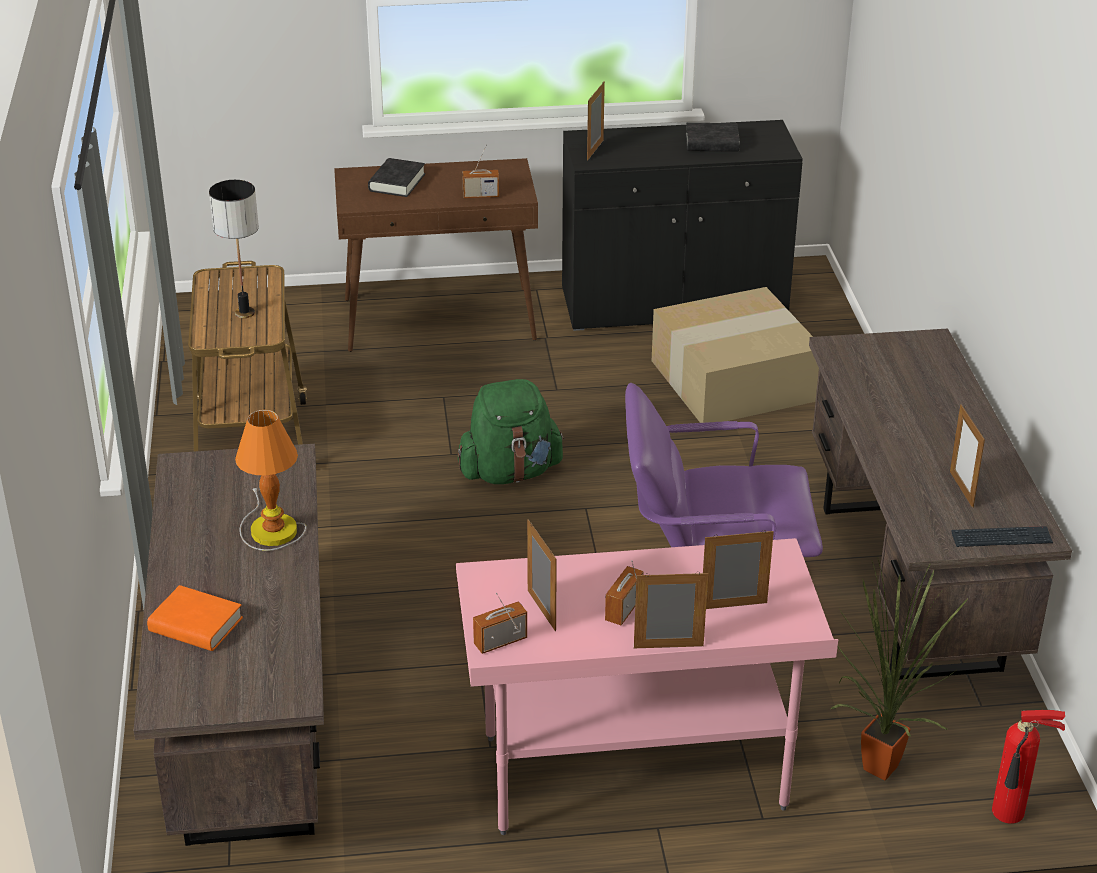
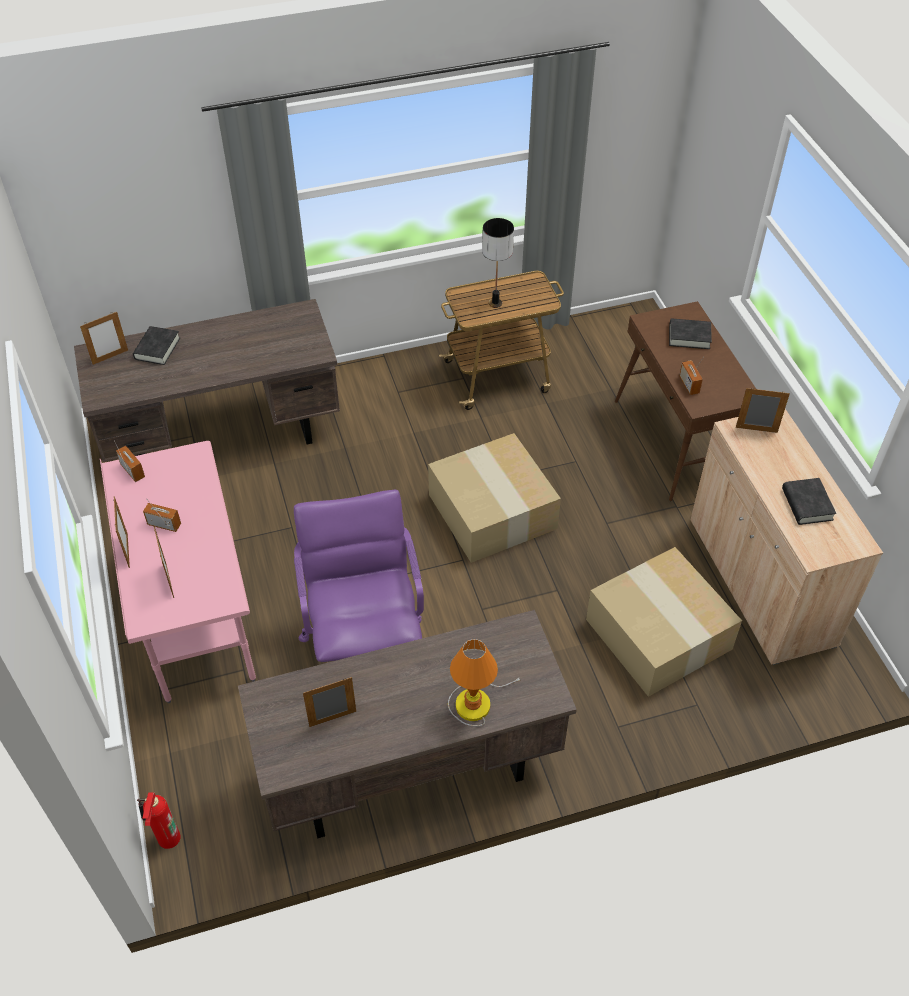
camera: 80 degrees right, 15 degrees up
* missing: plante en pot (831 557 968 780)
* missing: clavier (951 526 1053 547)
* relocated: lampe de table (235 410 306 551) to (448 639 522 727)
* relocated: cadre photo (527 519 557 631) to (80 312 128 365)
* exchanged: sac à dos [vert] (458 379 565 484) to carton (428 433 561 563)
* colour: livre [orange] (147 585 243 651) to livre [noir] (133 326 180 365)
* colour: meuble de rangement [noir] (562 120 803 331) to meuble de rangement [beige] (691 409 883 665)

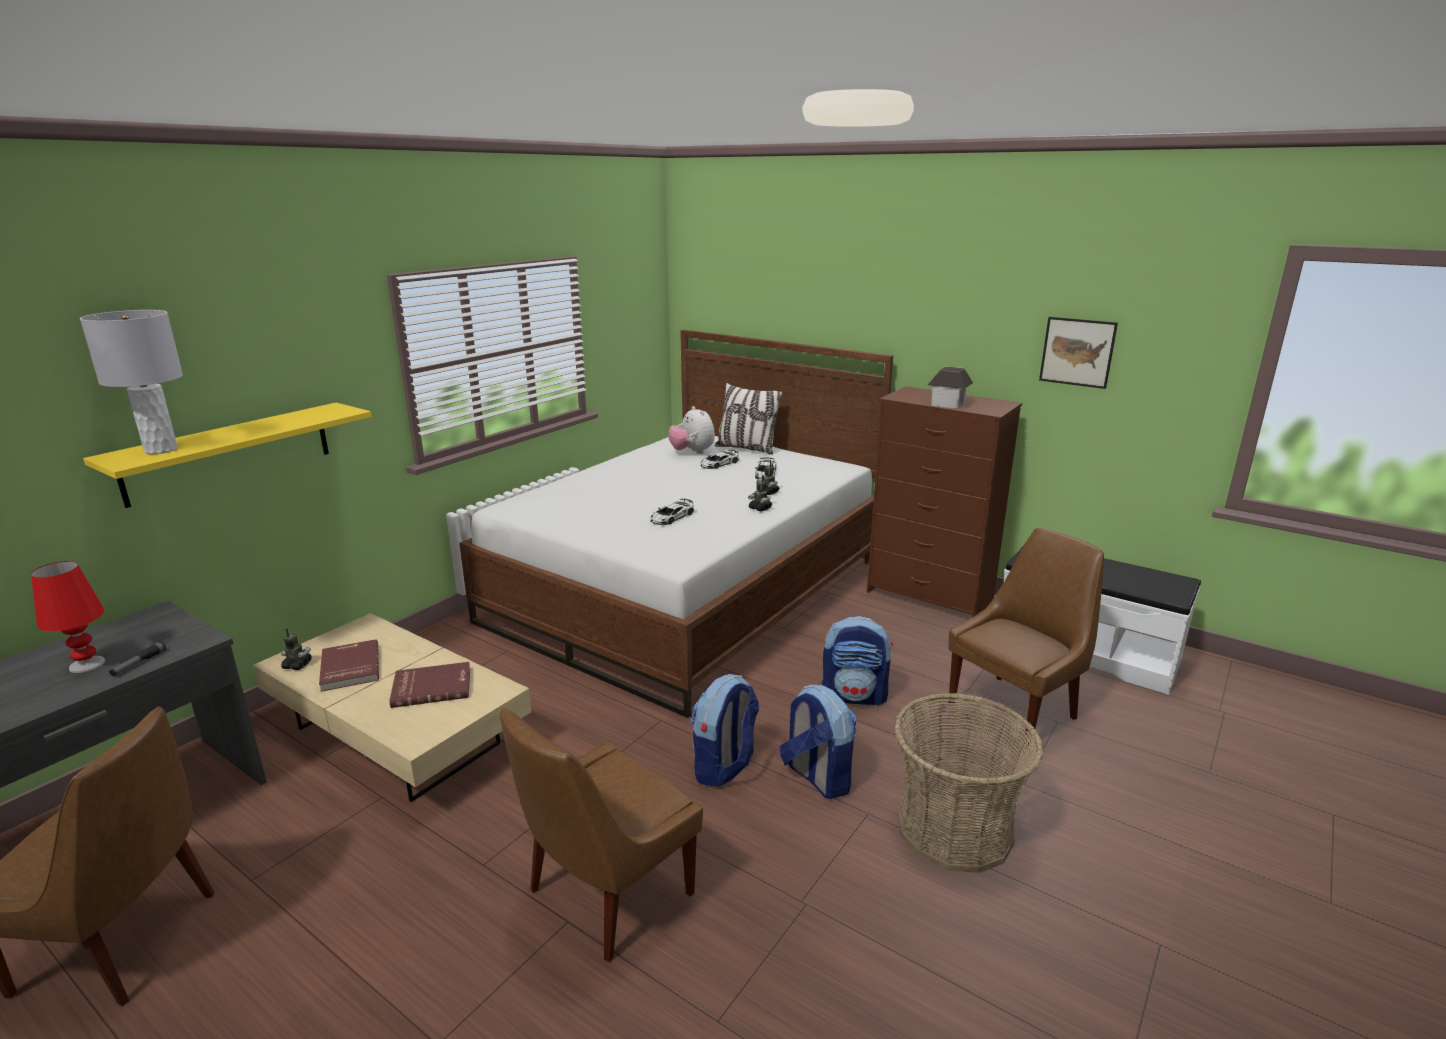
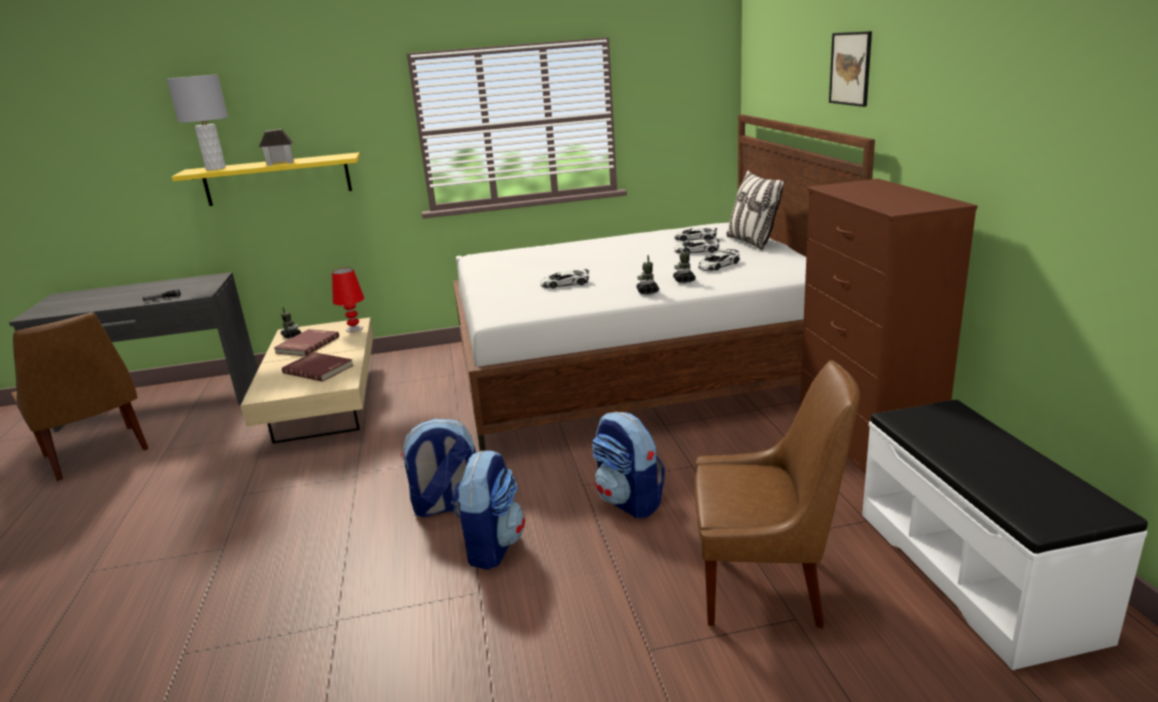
camera: 45 degrees right, 0 degrees up
* missing: chaise [marron] (500 708 703 962)
* missing: panier (894 693 1044 873)
* relocated: lampe de table [rouge] (31 561 105 673) to (332 268 364 332)
* relocated: maison miniature (928 367 973 409) to (259 129 294 166)
* relocated: tableau (1039 317 1118 389) to (829 31 872 107)
* exchanged: peluche (668 406 715 454) to petite voiture (674 228 717 241)

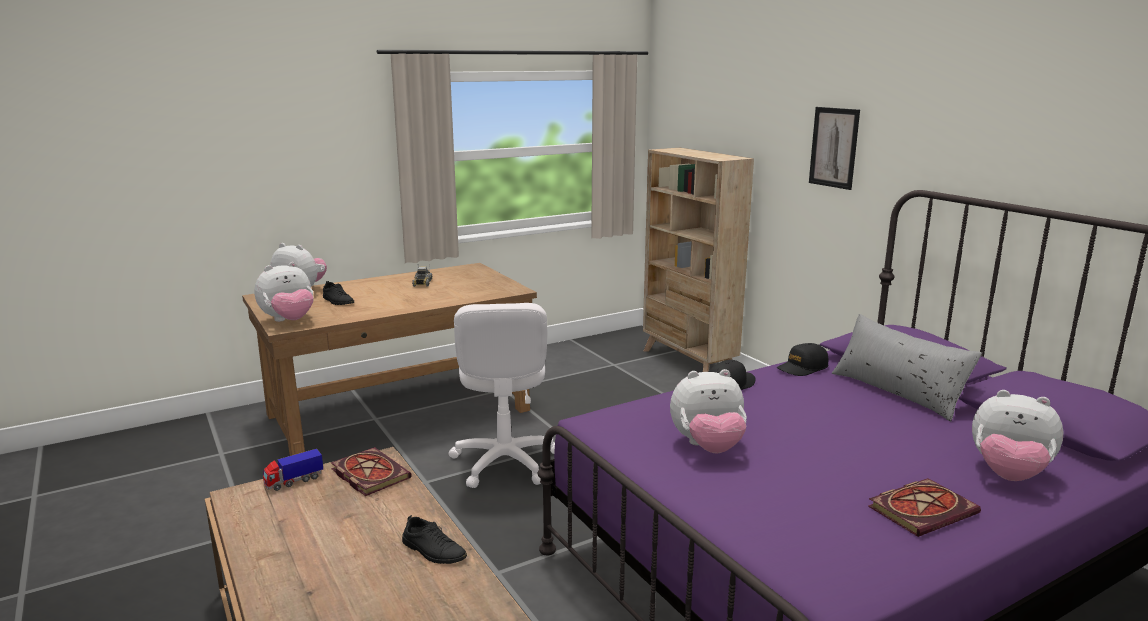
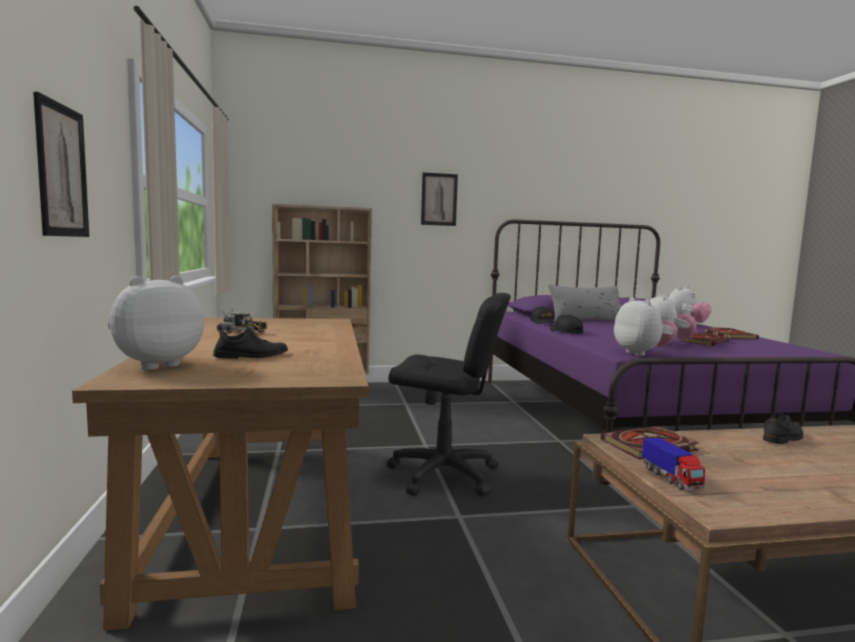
camera: 70 degrees left, 10 degrees down
* appeared: tableau (33 91 89 237)
* appeared: livre (680 333 730 346)
* relocated: peluche (254 262 314 322) to (614 297 677 356)
* colour: chaise de bureau [blanc] (448 303 555 488) to chaise de bureau [noir] (387 293 511 496)

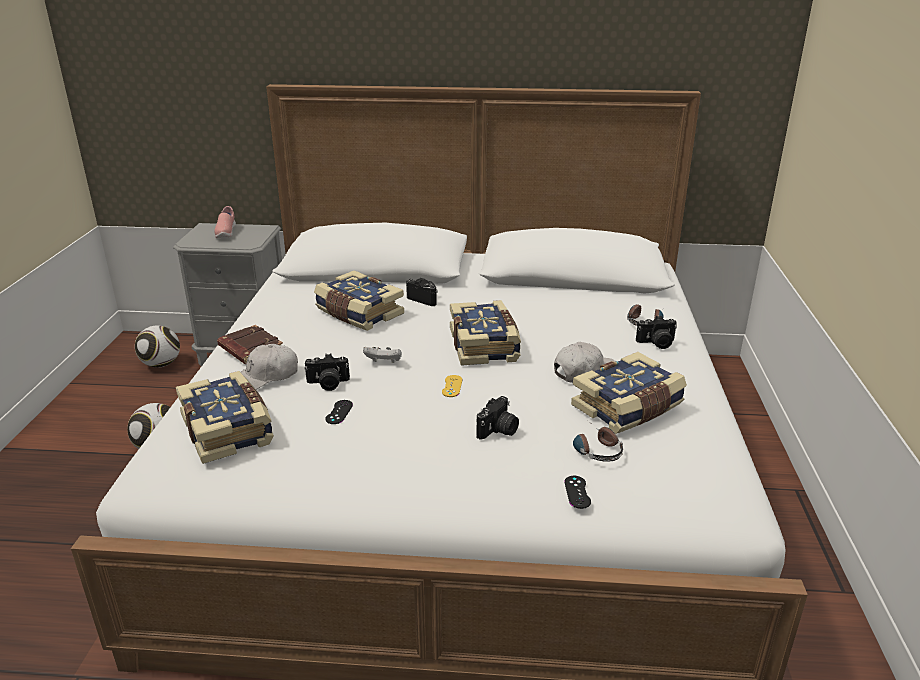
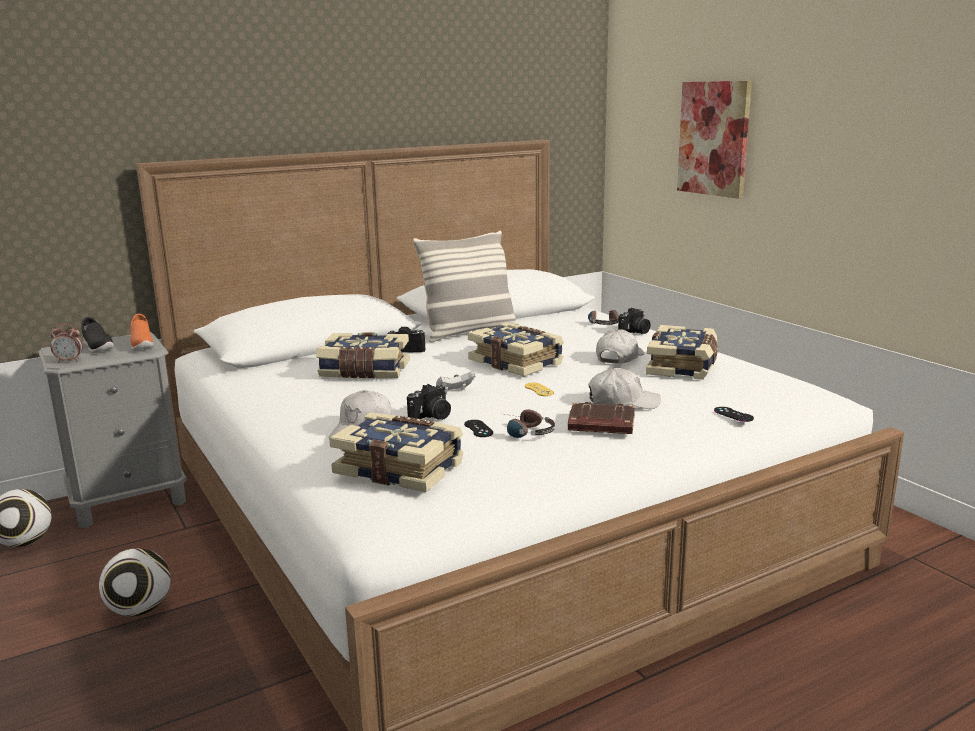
camera: 35 degrees left, 10 degrees down
* appeared: réveil (50 324 83 362)
* appeared: chaussure [orange] (130 314 154 351)
* appeared: coussin (413 230 519 342)
* appeared: tableau (677 81 752 199)
* relocated: livre [marron] (217 325 283 364) to (568 402 635 434)
* relocated: casque audio (573 421 623 462) to (505 409 555 438)
* exchanged: appareil photo (476 396 519 440) to casquette [blanc] (588 368 661 409)
* colour: chaussure [rose] (214 206 236 238) to chaussure [noir] (81 317 114 353)

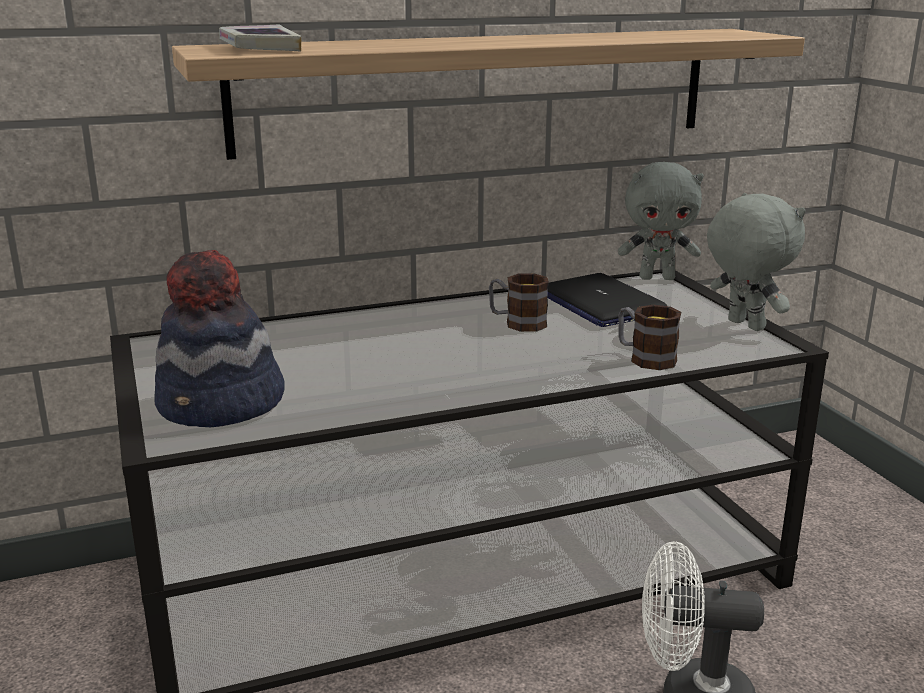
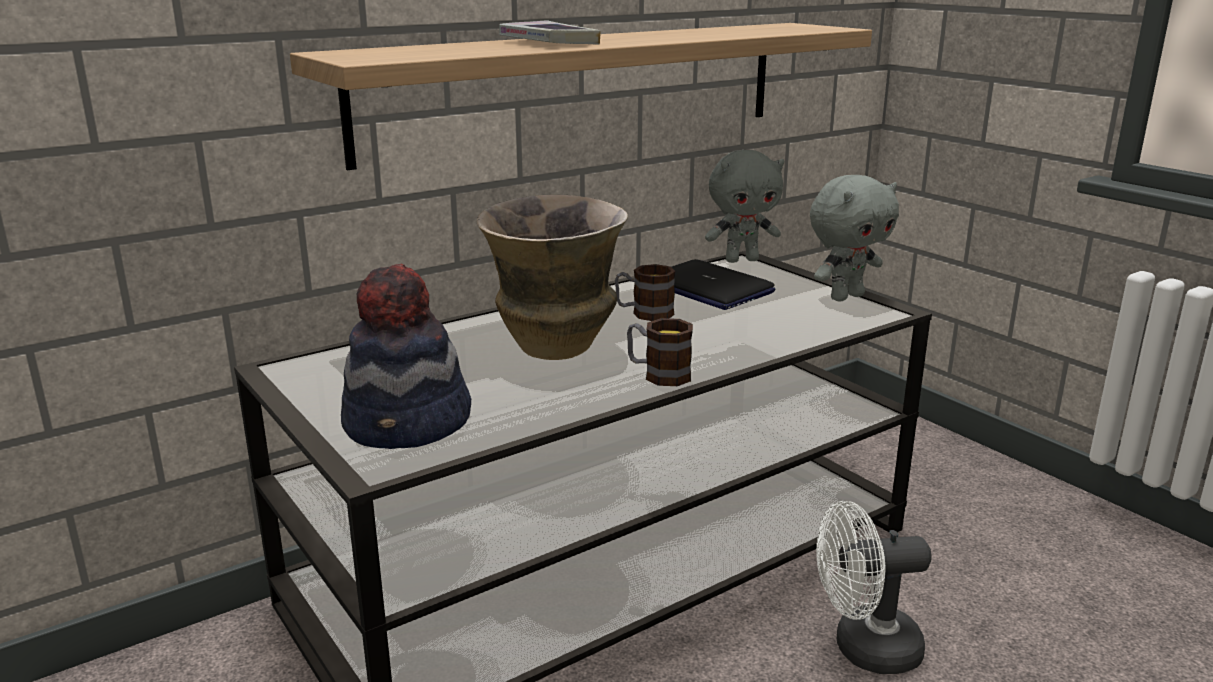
camera: 15 degrees left, 0 degrees up
* appeared: vase (477 195 628 360)
* relocated: livre (219 25 302 51) to (499 20 601 45)
* relocated: mug (618 305 681 370) to (627 318 693 386)
* spun: peluche [gris] (707 193 806 331) = (810 175 899 302) 105 degrees clockwise

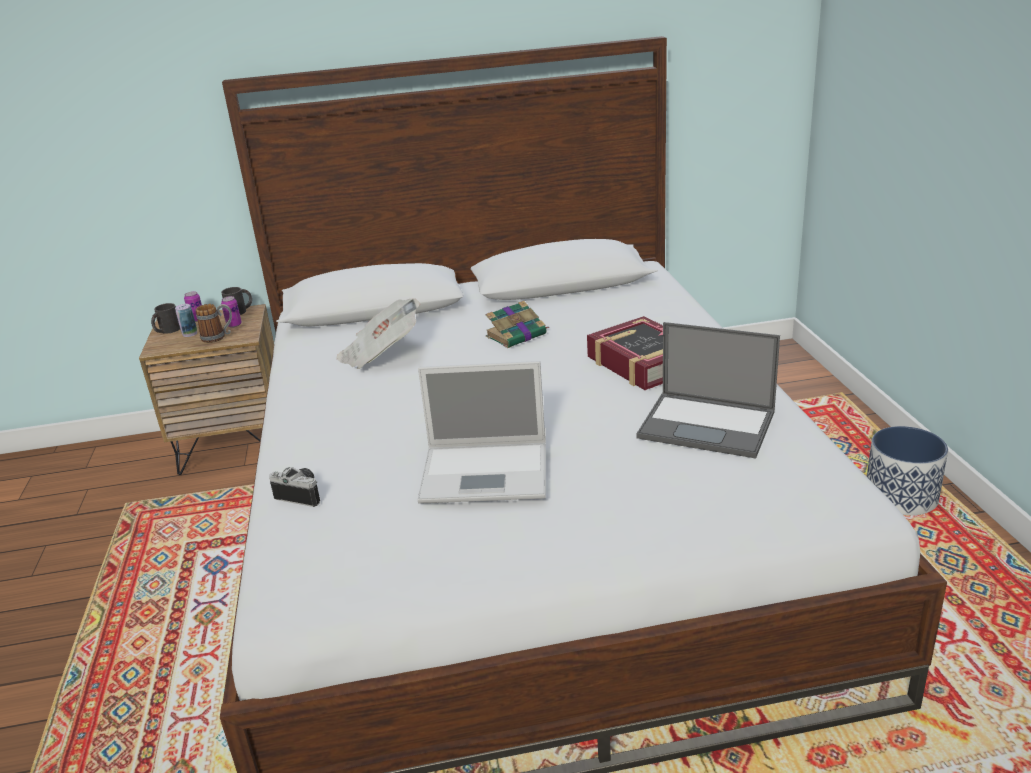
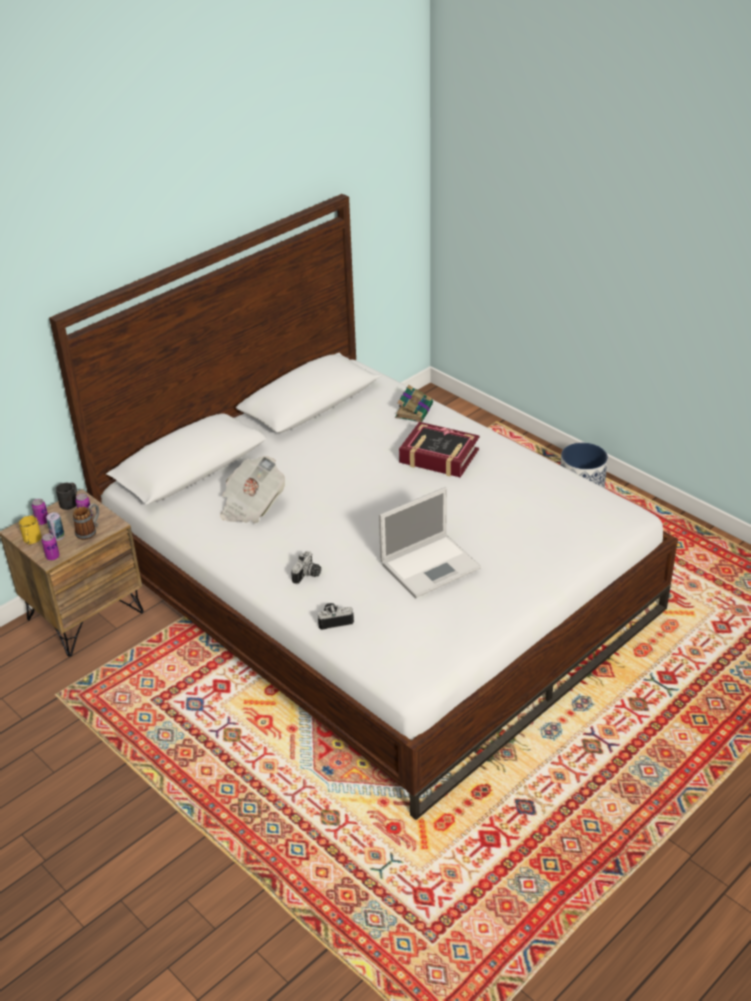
camera: 35 degrees left, 10 degrees up
* missing: ordinateur portable (637 322 780 459)
* appeared: boîte métallique (42 533 60 560)
* appeared: appareil photo (291 551 321 584)
* relocated: livre (486 301 549 348) to (395 385 433 422)
* colour: mug [noir] (151 303 180 334) to mug [jaune] (19 516 41 545)

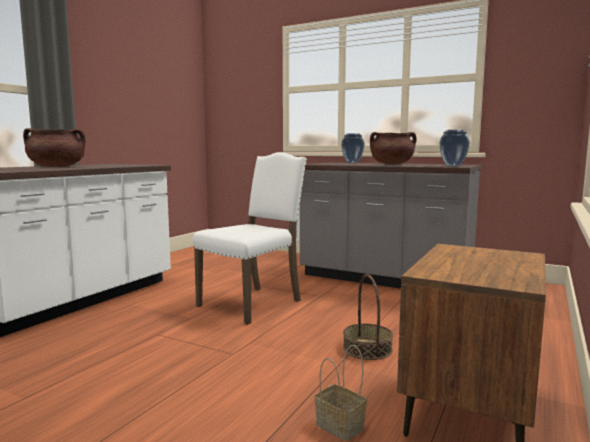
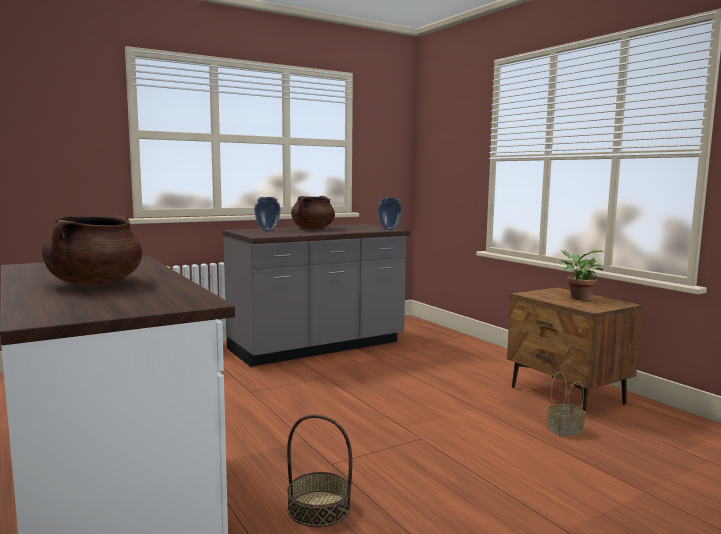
camera: 60 degrees left, 0 degrees up
* missing: chaise [blanc] (193 152 307 325)
* appeared: plante en pot (561 249 604 300)
* relocated: panier (343 274 393 360) to (287 414 352 527)

